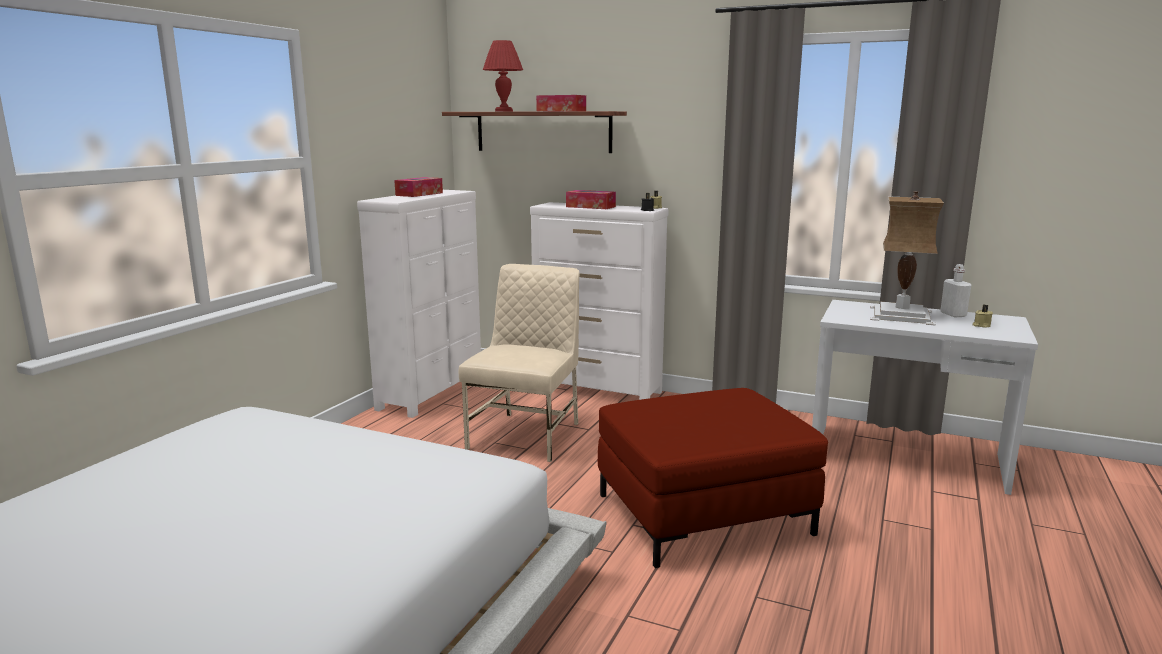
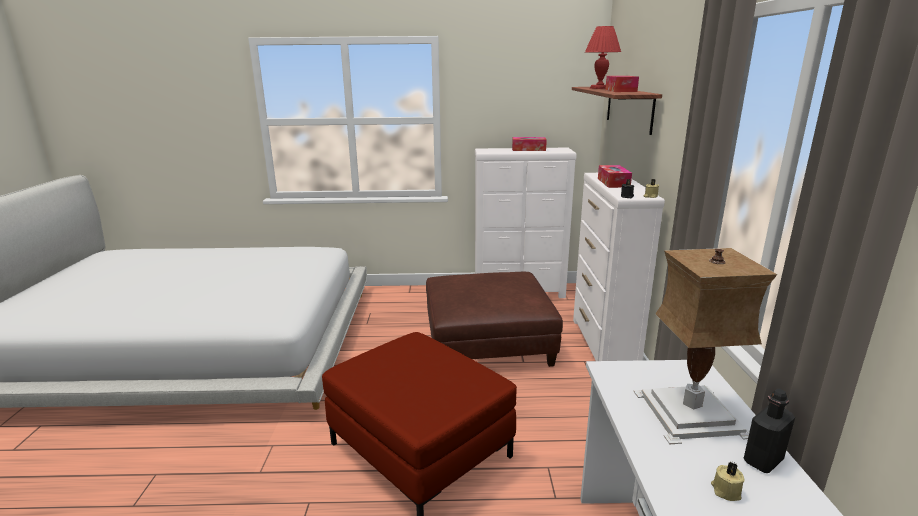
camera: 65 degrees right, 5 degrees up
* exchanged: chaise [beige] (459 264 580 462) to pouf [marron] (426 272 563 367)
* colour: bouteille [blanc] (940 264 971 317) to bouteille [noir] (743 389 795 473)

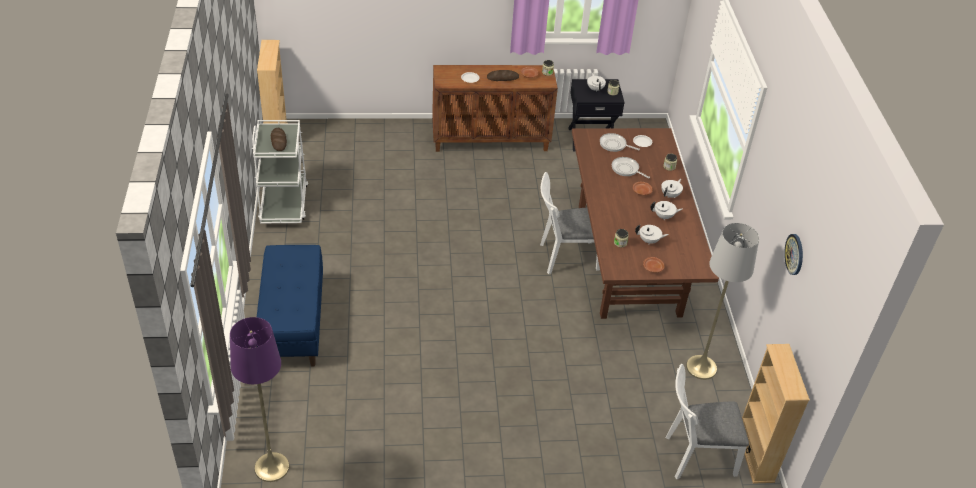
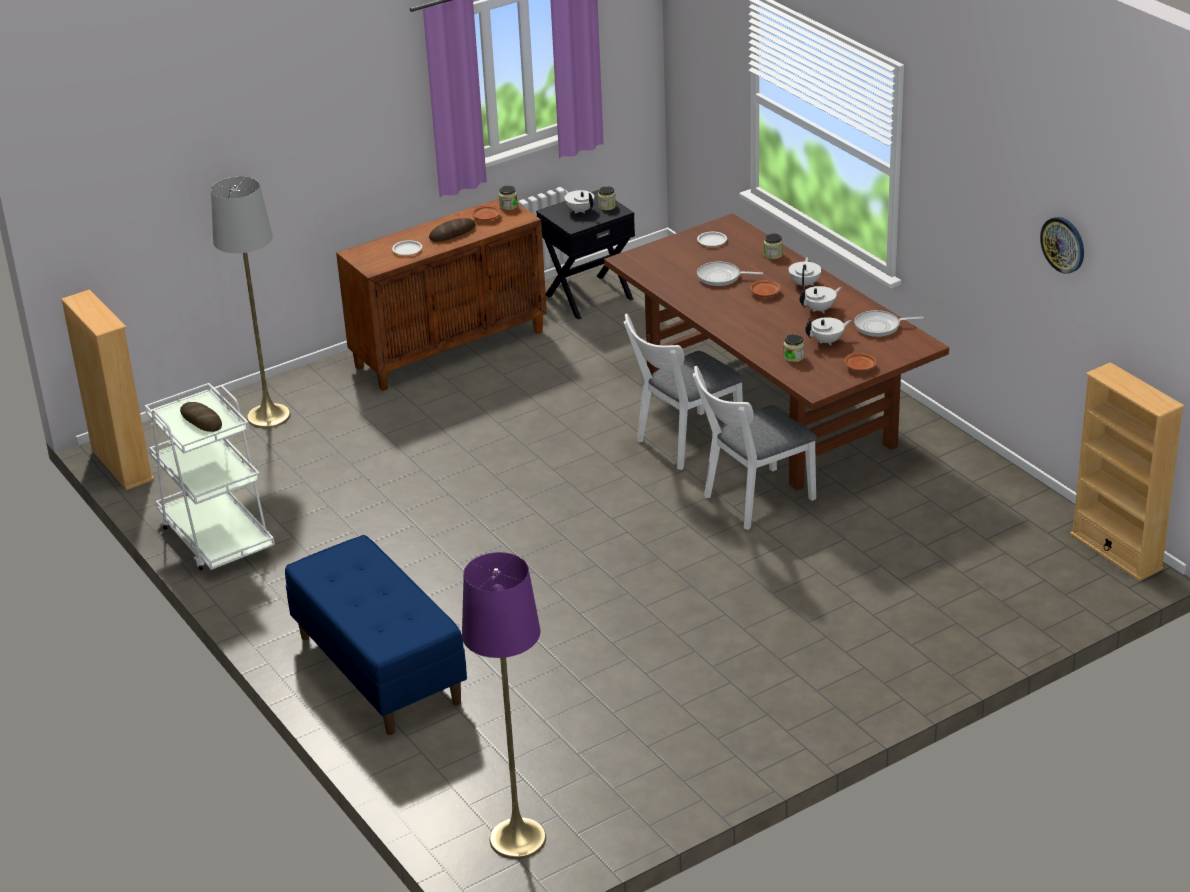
camera: 25 degrees left, 10 degrees down
* relocated: poêle (600 133 640 152) to (854 310 924 337)
* relocated: chaise [blanc] (666 364 749 479) to (693 366 817 530)
* relocated: lampadaire [gris] (686 223 759 380) to (211 176 291 428)

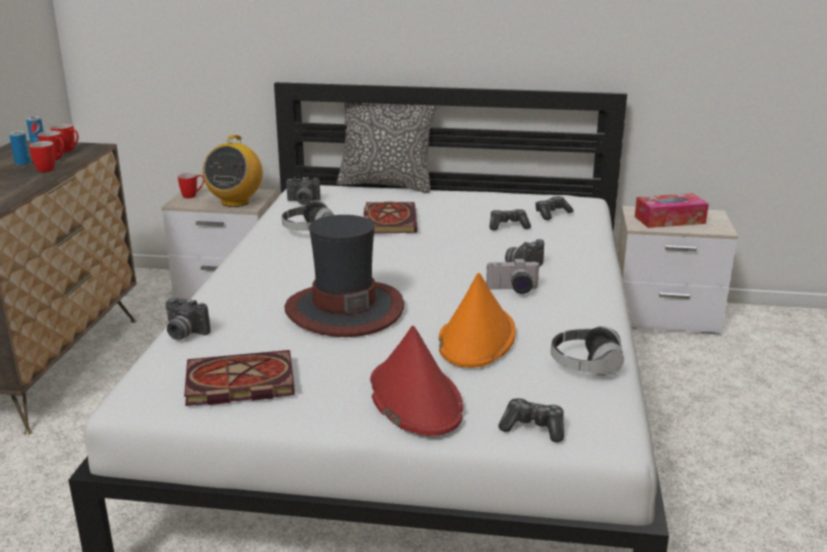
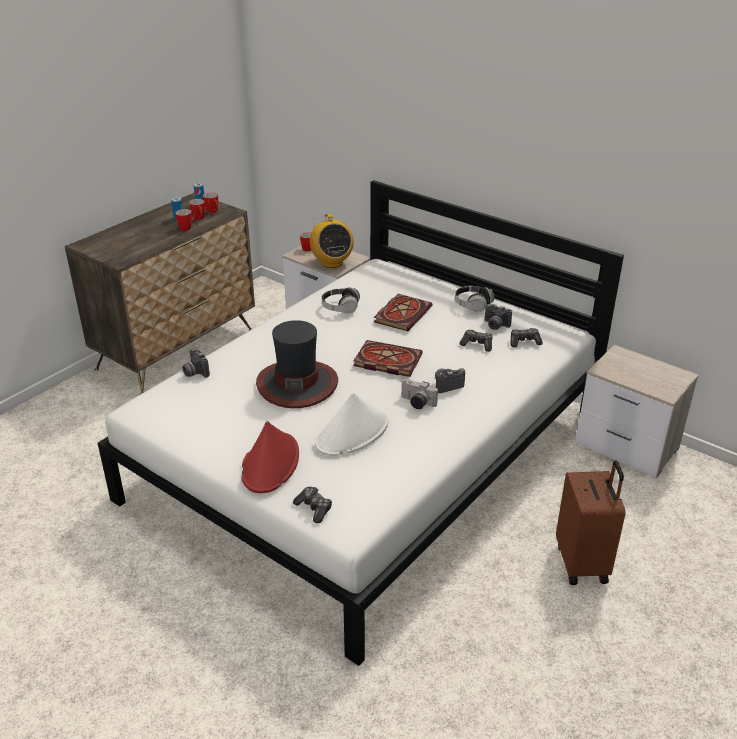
camera: 30 degrees right, 10 degrees up
* missing: coussin (337 102 437 193)
* missing: boîte à mouchoirs (635 193 709 228)
* appeared: valise [marron] (556 460 626 585)
* relocated: livre (184 350 295 406) to (353 340 422 377)
* relocated: appareil photo (286 177 321 205) to (485 304 512 330)
* relocated: casque audio (551 326 624 376) to (455 286 494 312)
* colour: chapeau [orange] (439 273 515 368) to chapeau [blanc] (315 393 388 456)
* spun: radio (203 135 263 207) = (310 214 354 268) 60 degrees counterclockwise

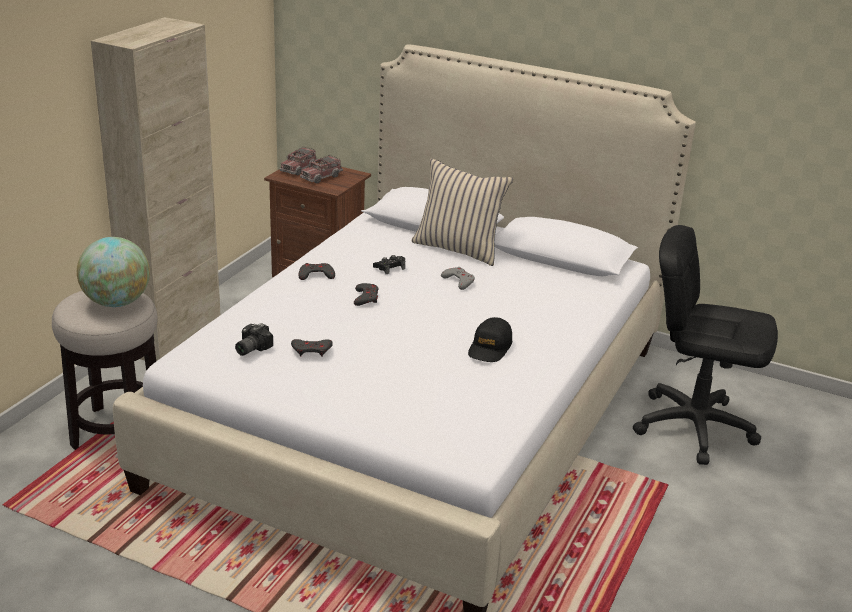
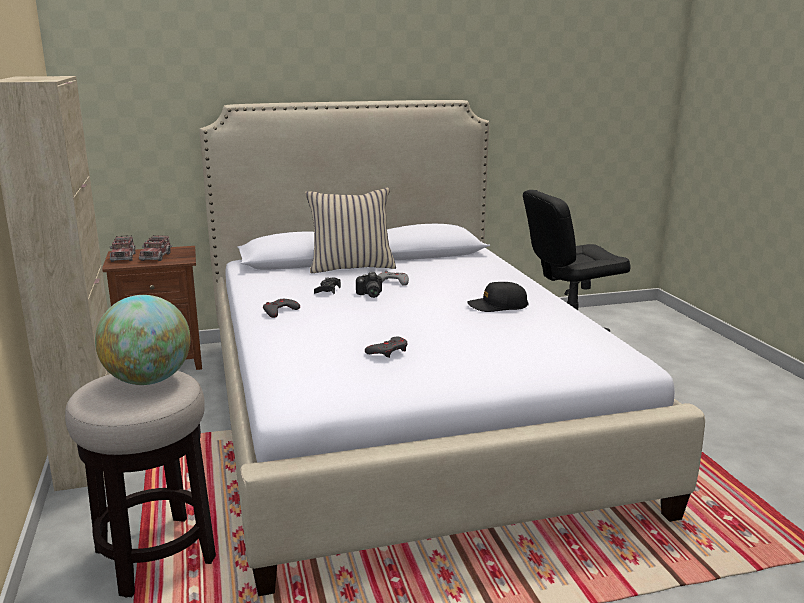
camera: 40 degrees left, 10 degrees down
* missing: manette [gris] (354 283 379 306)
* relocated: appareil photo (235 323 273 356) to (356 272 382 298)
* spun: casquette [noir] (468 317 512 362) = (467 282 528 312) 105 degrees clockwise

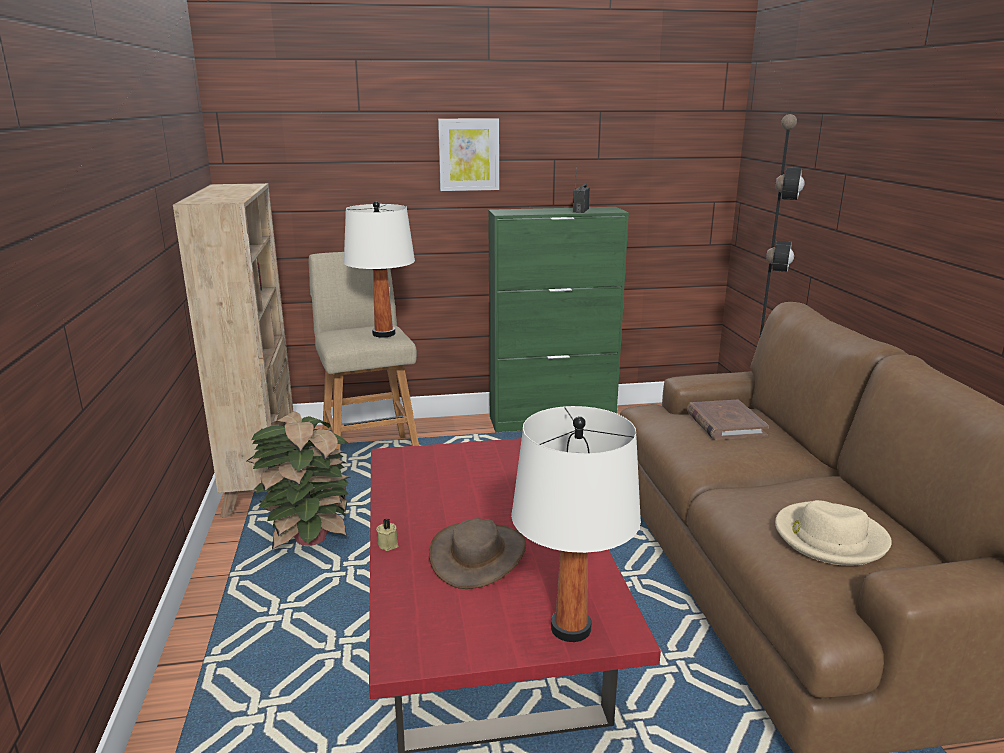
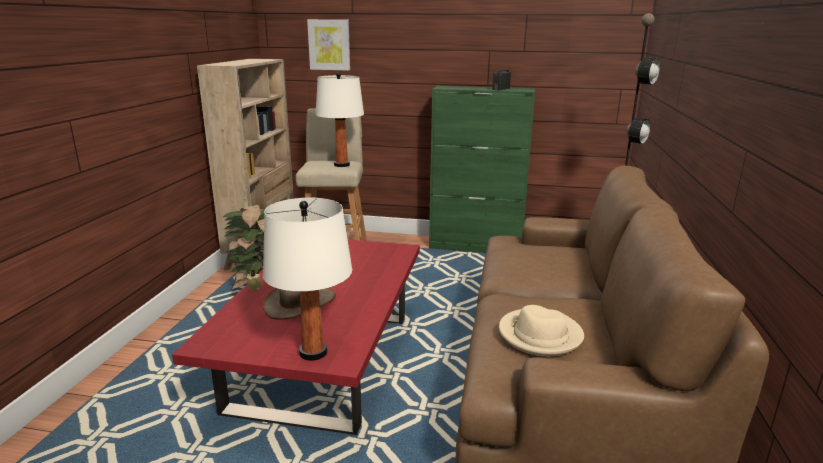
camera: 20 degrees right, 0 degrees up
* missing: livre [marron] (687 400 769 440)
* relocated: tableau (438 118 499 191) to (307 19 350 71)

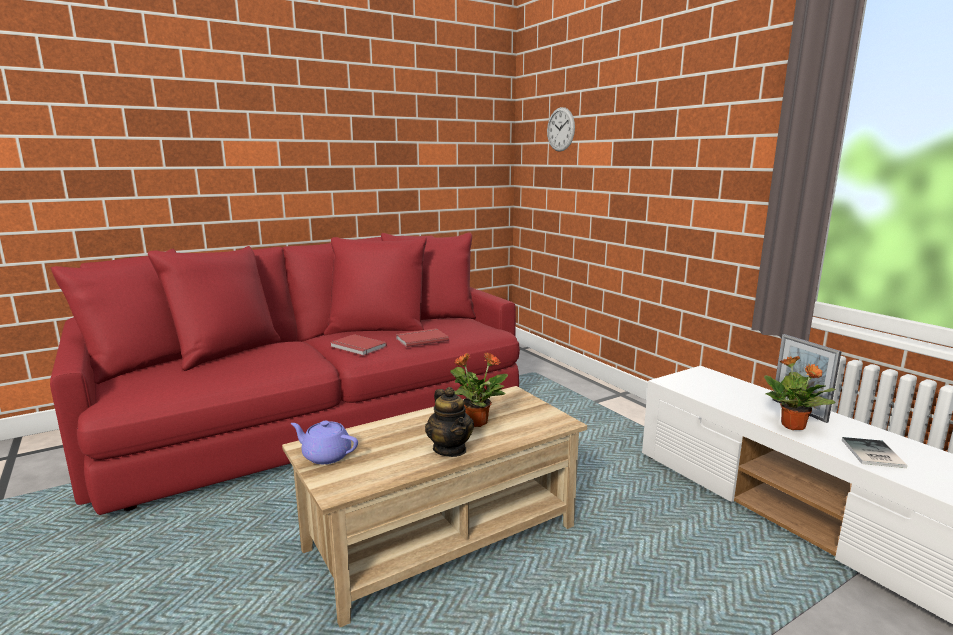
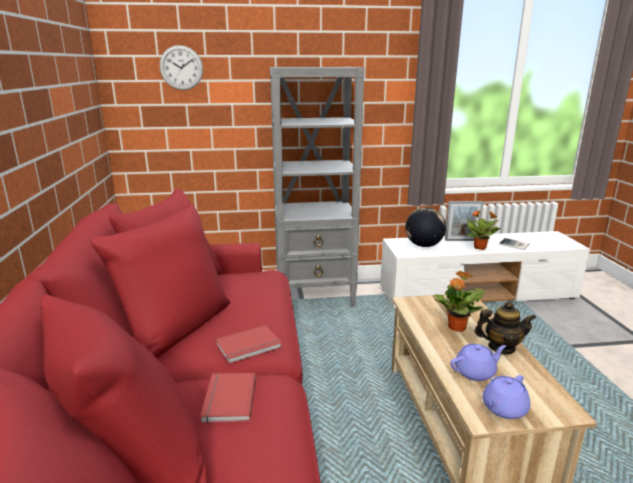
camera: 65 degrees left, 5 degrees up
* appeared: bibliothèque [gris] (270 67 365 307)
* appeared: globe (405 207 446 247)
* appeared: théière [violet] (450 344 506 381)
* relocated: livre [rouge] (395 328 449 347) to (200 373 256 423)

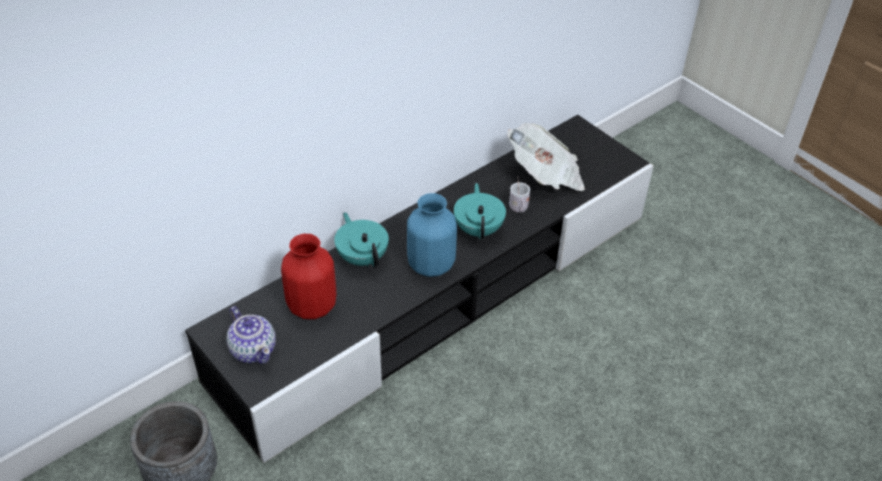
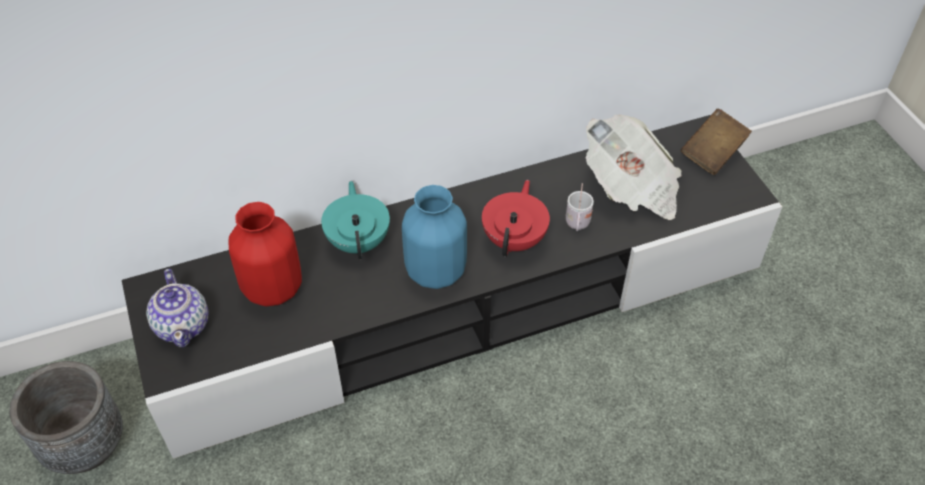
camera: 20 degrees right, 5 degrees up
* appeared: livre [marron] (681 109 752 175)
* colour: théière [turquoise] (454 183 506 240) to théière [rouge] (482 180 550 257)

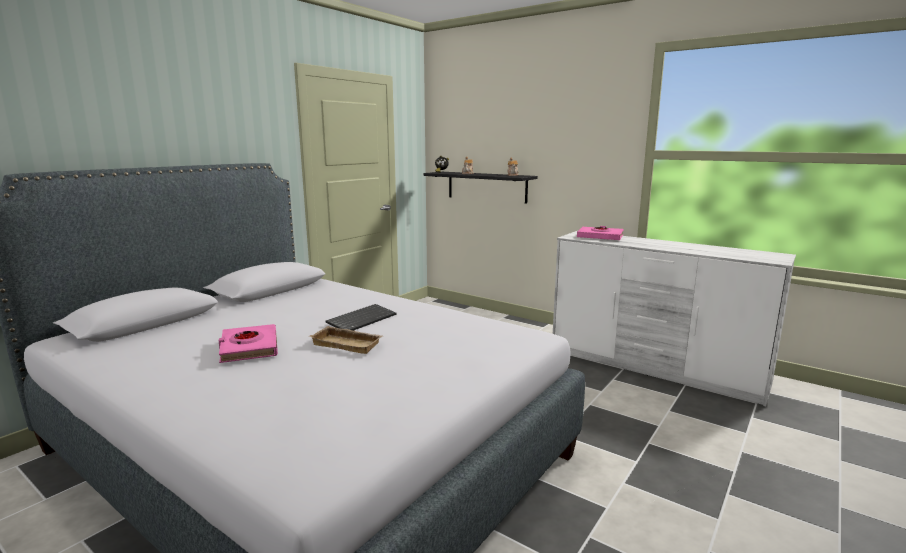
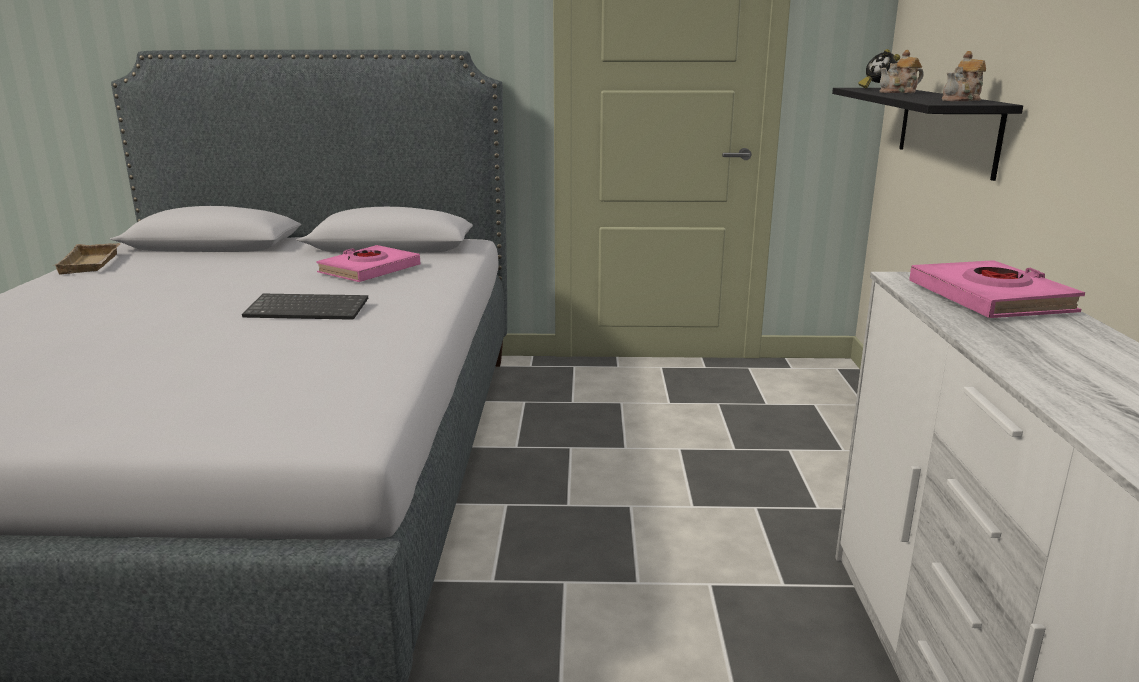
camera: 55 degrees right, 5 degrees up
* relocated: livre [rose] (219 324 278 363) to (316 245 420 282)
* relocated: plateau [beige] (309 326 383 354) to (55 243 120 274)

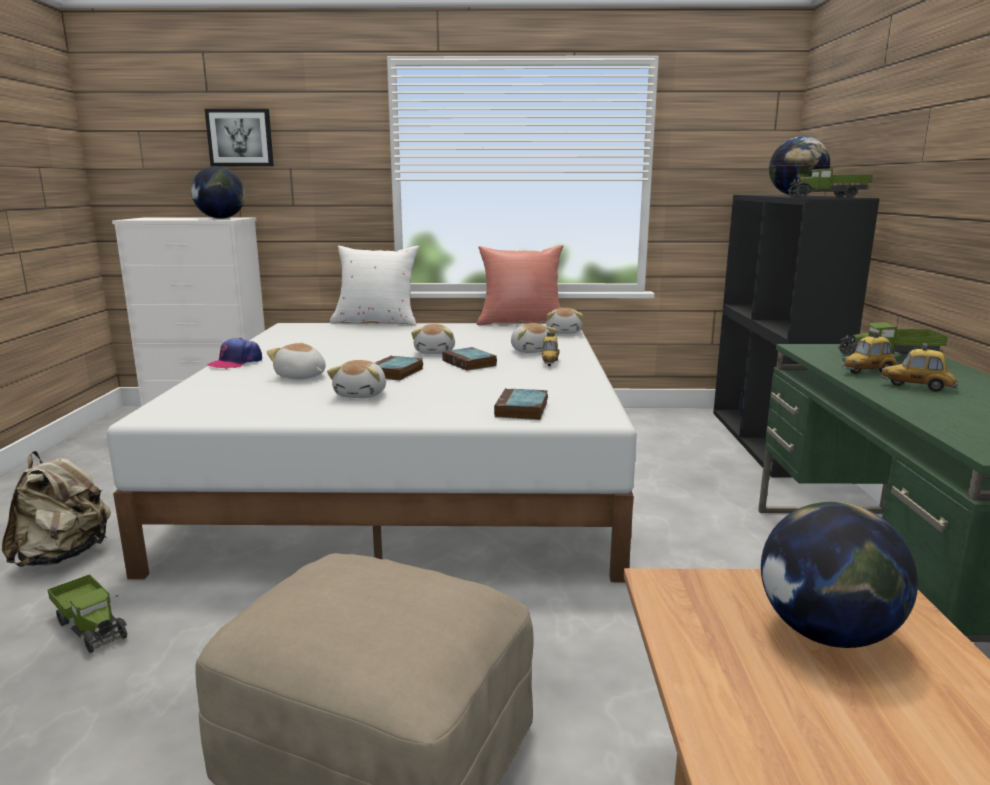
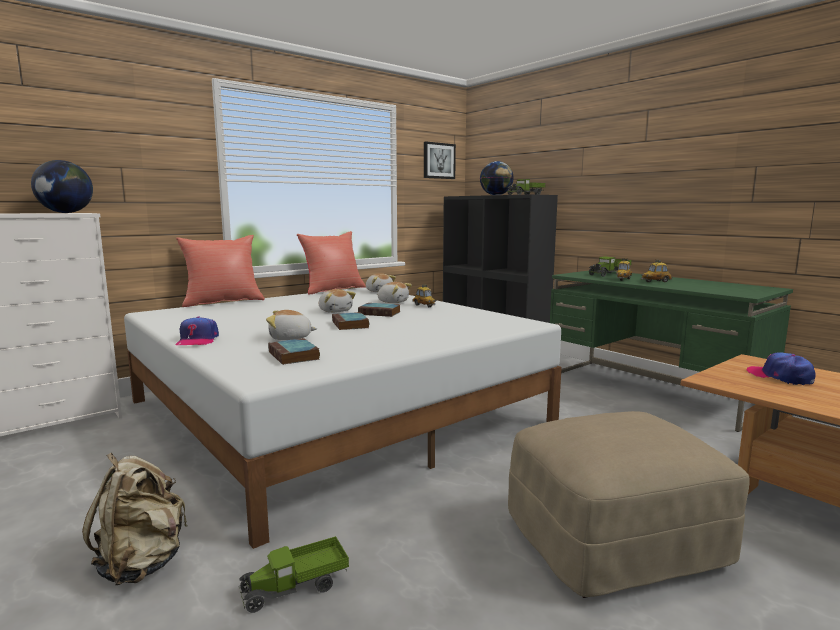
camera: 40 degrees left, 5 degrees down
* missing: peluche (327 360 386 398)
* relocated: tableau (205 109 274 166) to (424 141 456 179)
* relocated: livre (494 388 548 420) to (268 338 320 365)
* exchanged: globe (761 502 918 648) to casquette (747 352 815 385)
* colour: coussin [blanc] (330 245 420 326) to coussin [rouge] (176 235 265 307)
* spun: camion jouet (47 574 128 653) = (239 536 349 613) 150 degrees clockwise

